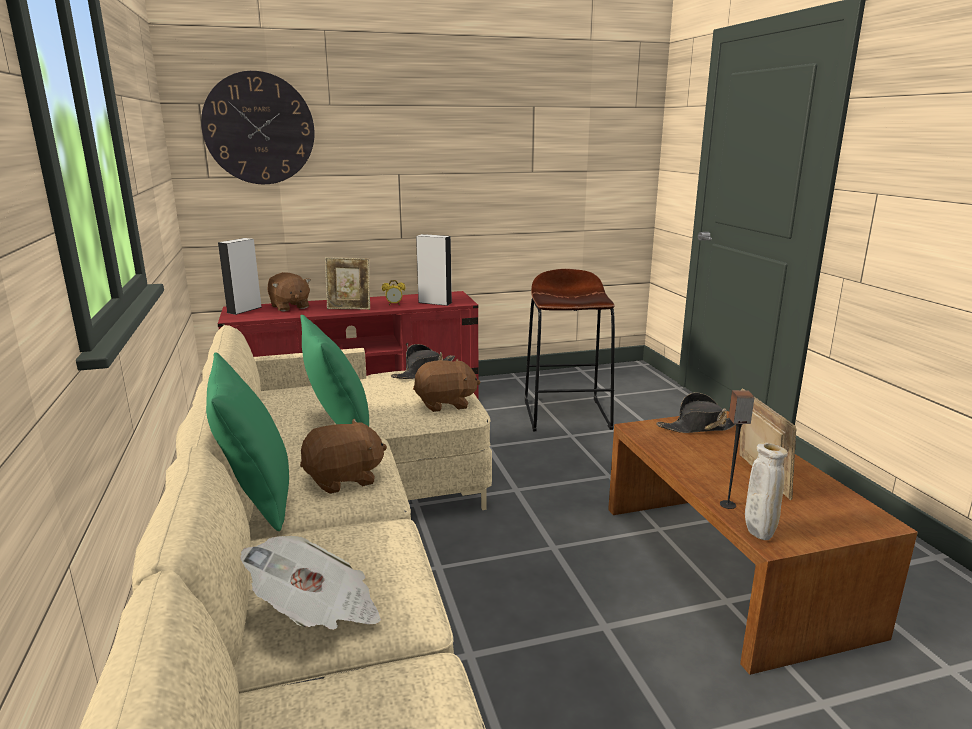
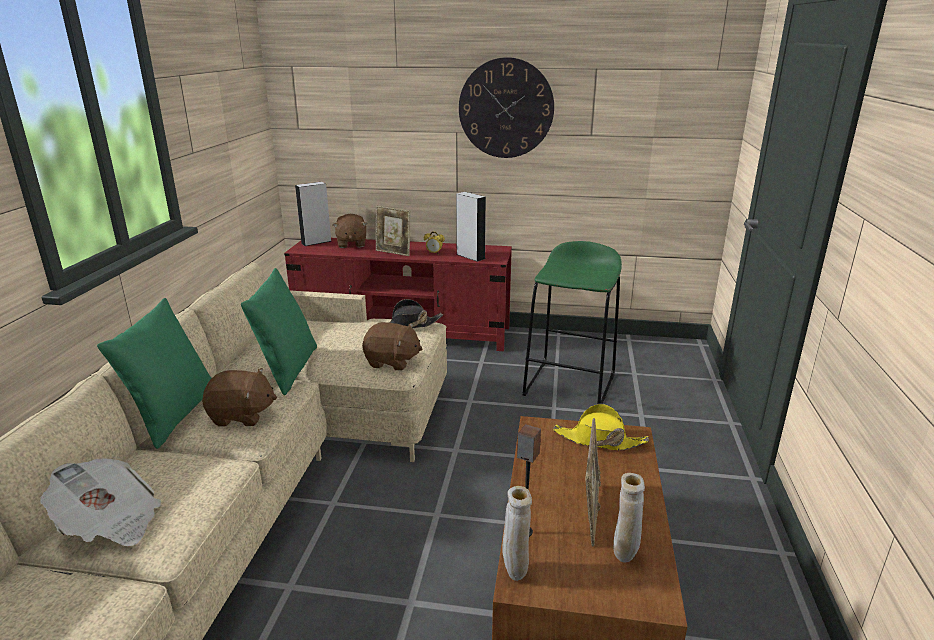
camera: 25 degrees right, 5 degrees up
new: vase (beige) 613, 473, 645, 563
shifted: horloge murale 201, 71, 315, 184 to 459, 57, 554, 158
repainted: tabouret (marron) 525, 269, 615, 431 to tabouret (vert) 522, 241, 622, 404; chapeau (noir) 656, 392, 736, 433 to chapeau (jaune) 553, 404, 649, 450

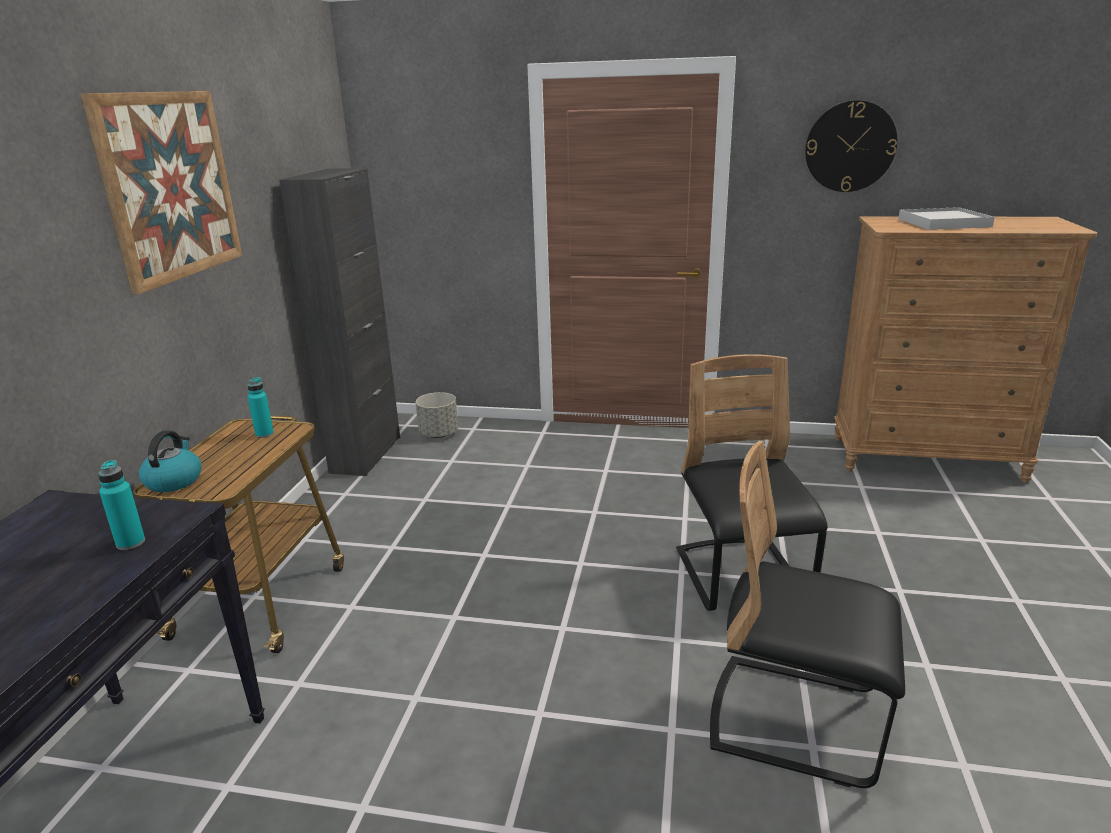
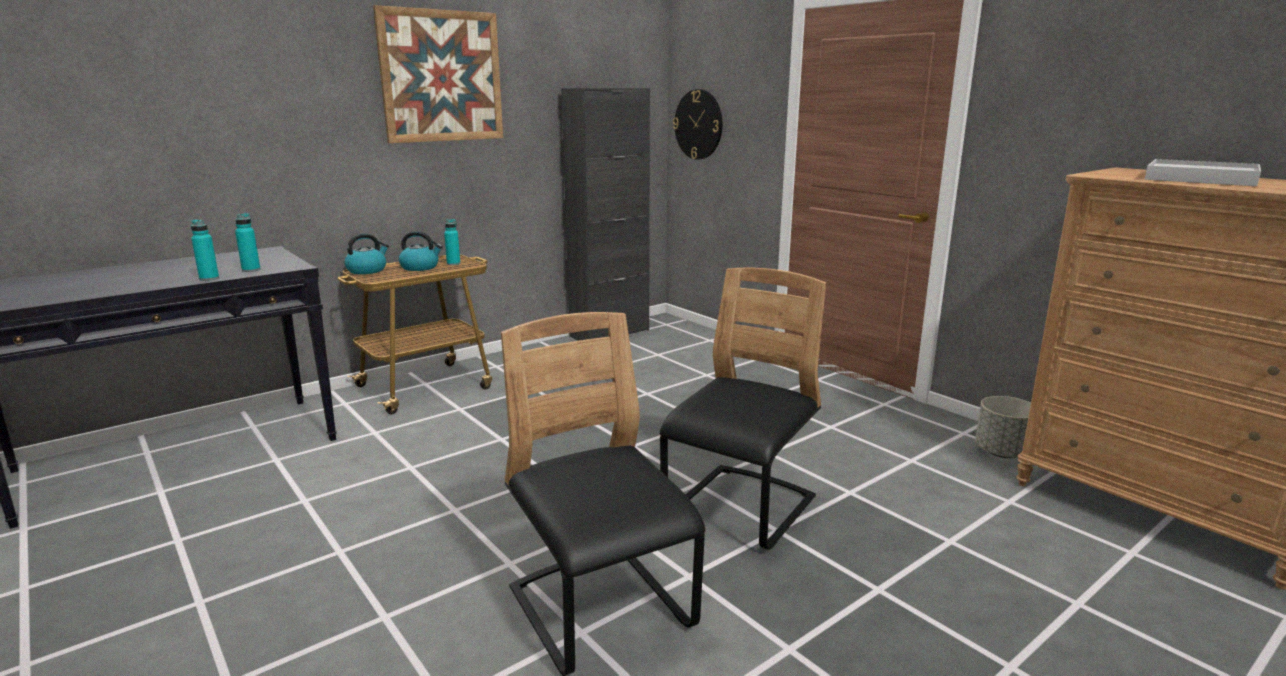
camera: 40 degrees right, 5 degrees down
new: bouteille (turquoise) 191, 220, 219, 281; bouilloire 399, 231, 443, 271
shifted: horloge murale 805, 100, 897, 192 to 673, 89, 722, 160; cache-pot (gris) 416, 392, 458, 438 to 975, 396, 1031, 458

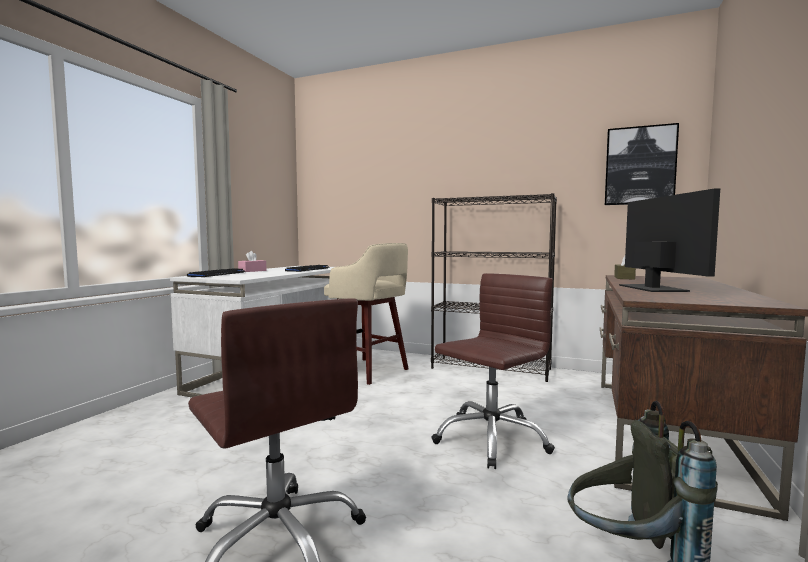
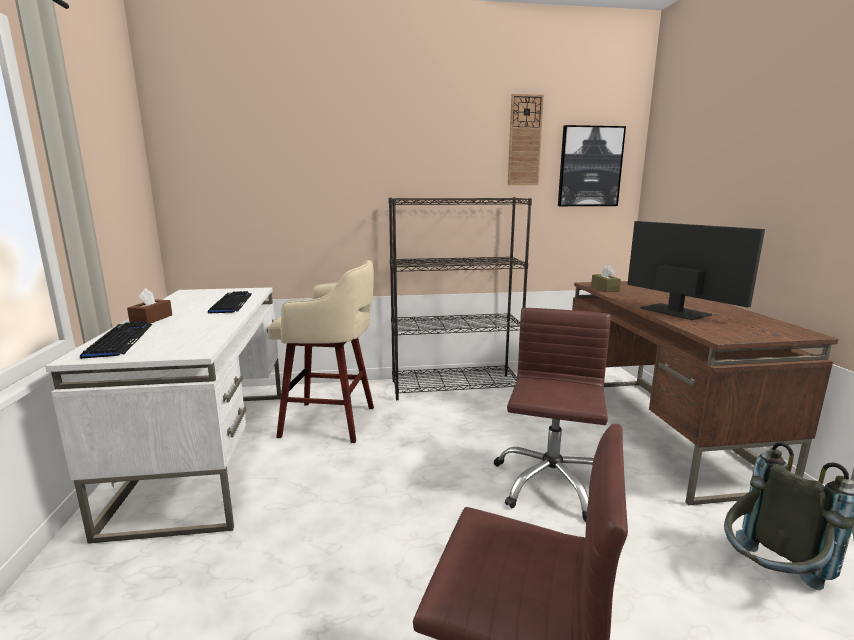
camera: 30 degrees left, 10 degrees up
new: horloge murale 508, 94, 544, 185
repainted: boîte à mouchoirs (rose) 238, 251, 267, 272 to boîte à mouchoirs (marron) 127, 288, 172, 324

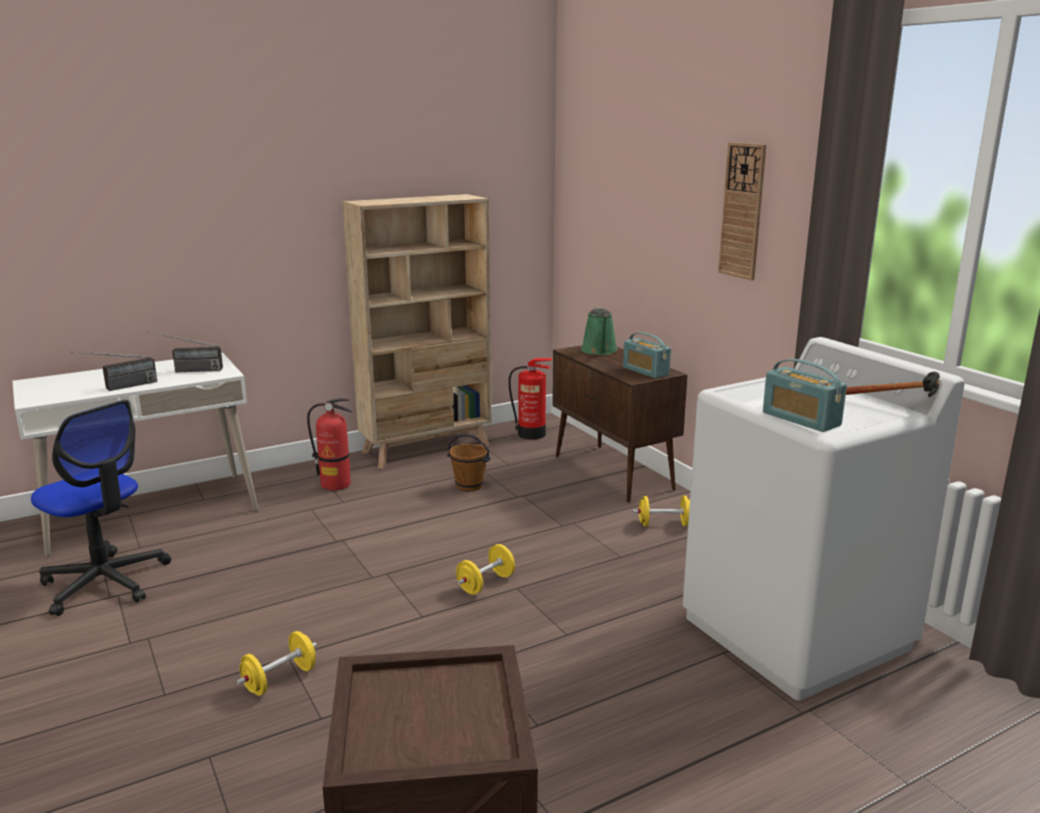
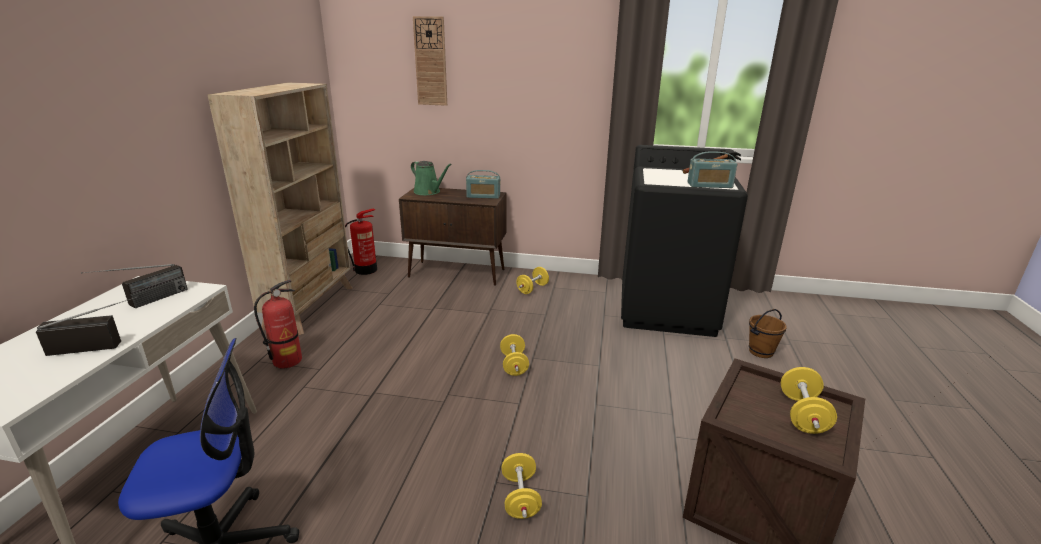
camera: 50 degrees left, 5 degrees up
new: haltère (jaune) 781, 367, 837, 434
shifted: horloge murale 718, 142, 766, 281 to 413, 16, 447, 106; seau (marron) 447, 434, 491, 491 to 749, 309, 787, 358
repainted: lave-linge (blanc) 683, 337, 965, 700 to lave-linge (noir) 621, 145, 748, 337
rotated: radio 71, 352, 157, 391 = 36, 296, 138, 356 105 degrees counterclockwise

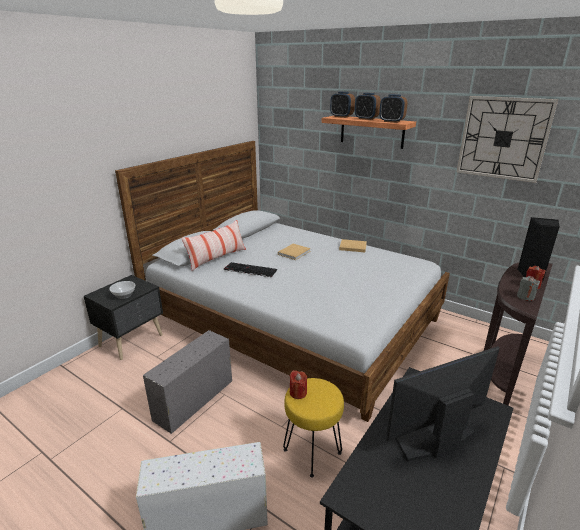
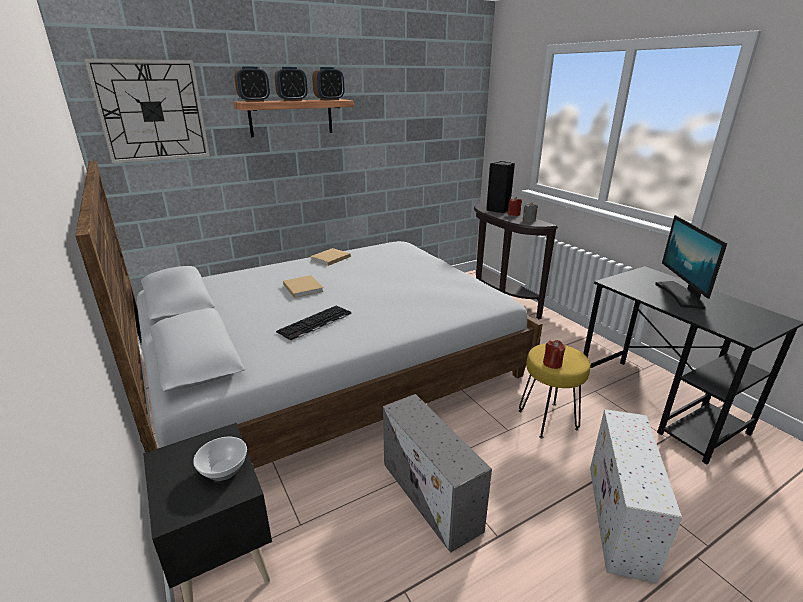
camera: 65 degrees left, 0 degrees up
gone: coussin 181, 220, 246, 271
shifted: horloge murale 457, 96, 558, 183 to 84, 59, 210, 164

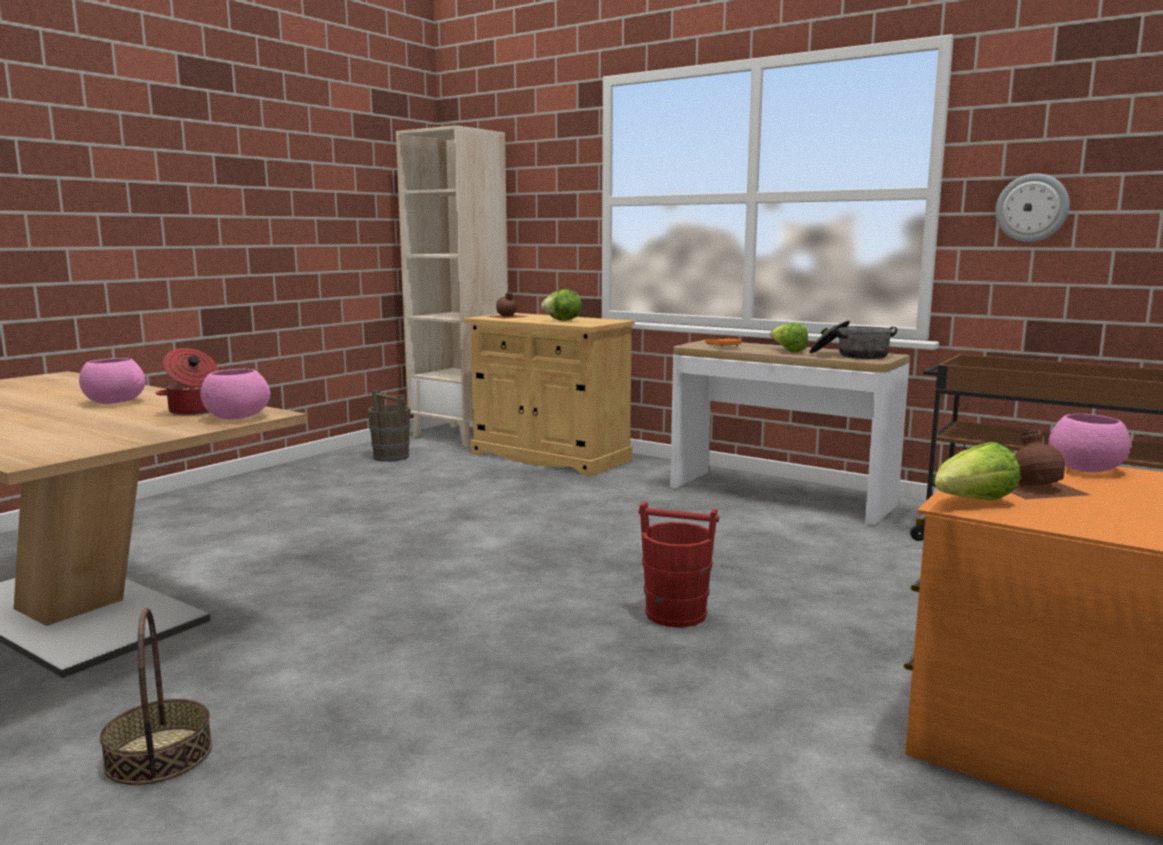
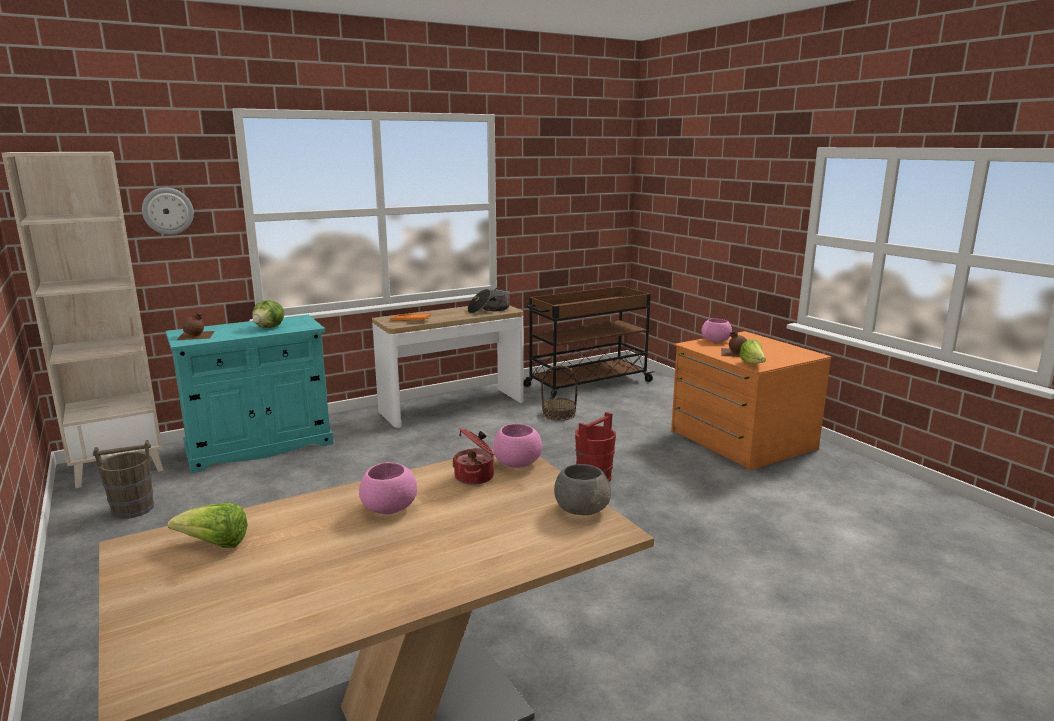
camera: 65 degrees left, 5 degrees up
new: bol (gris) 554, 464, 611, 515
shifted: horloge murale 995, 173, 1070, 242 to 142, 188, 194, 235; laitue 770, 322, 808, 352 to 168, 503, 248, 548; panier 100, 608, 212, 785 to 541, 365, 578, 421
repainted: meuble de rangement (beige) 464, 313, 635, 476 to meuble de rangement (turquoise) 166, 315, 334, 473

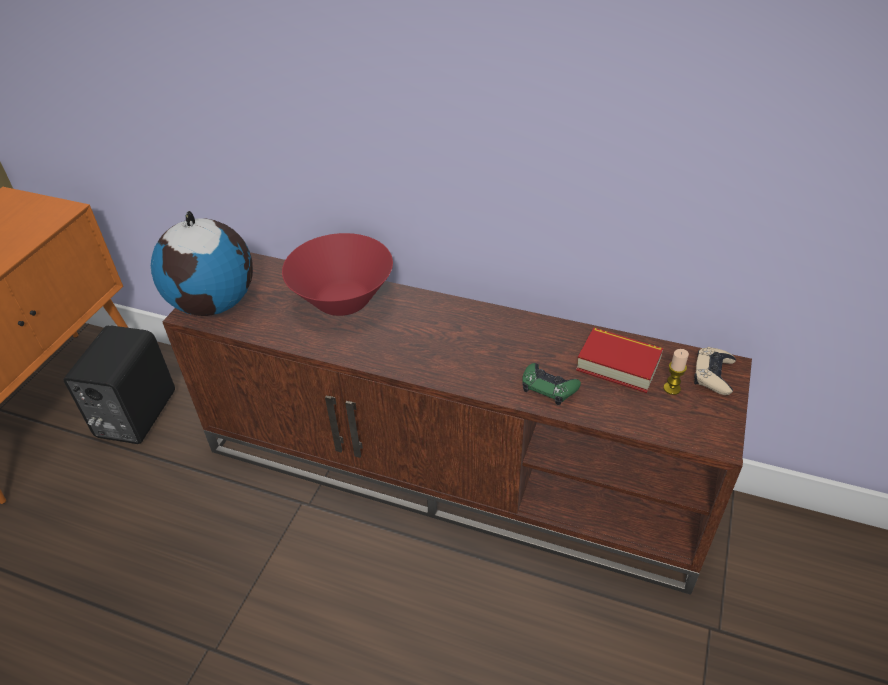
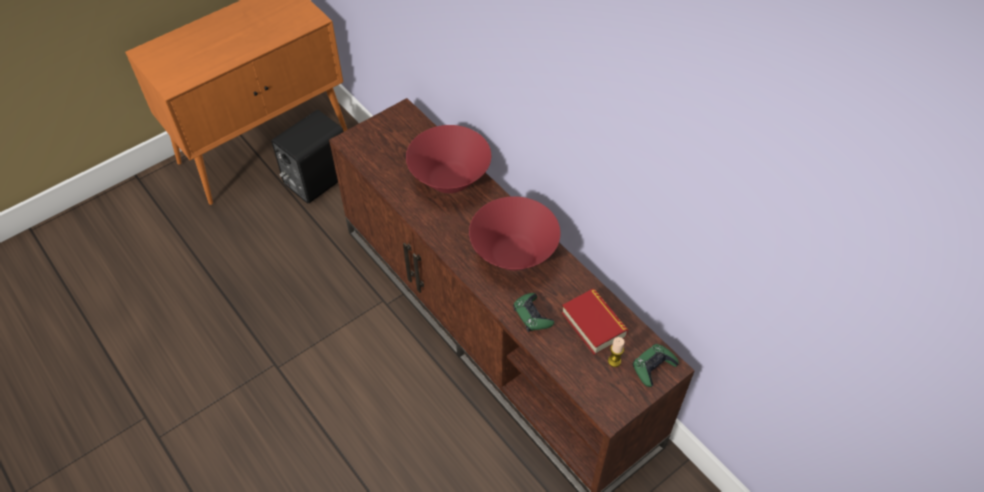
camera: 30 degrees right, 10 degrees up
gone: globe 151, 211, 253, 316
new: bol (rouge) 469, 196, 561, 271
repainted: manette (beige) 694, 347, 736, 395 to manette (vert) 633, 344, 679, 387

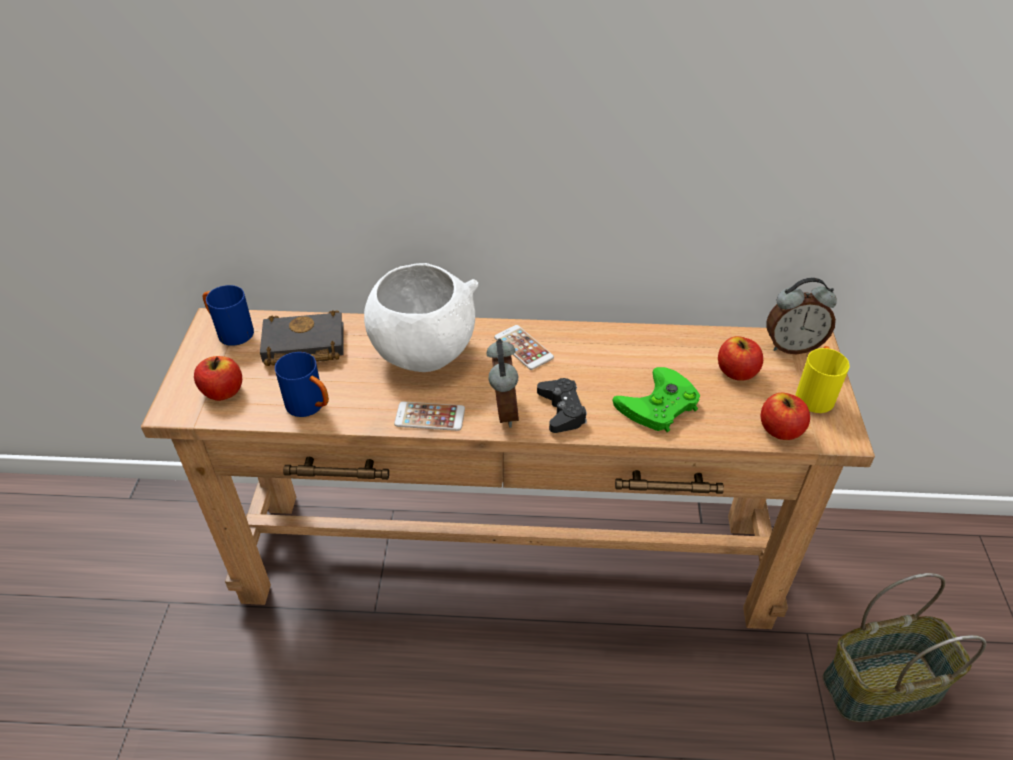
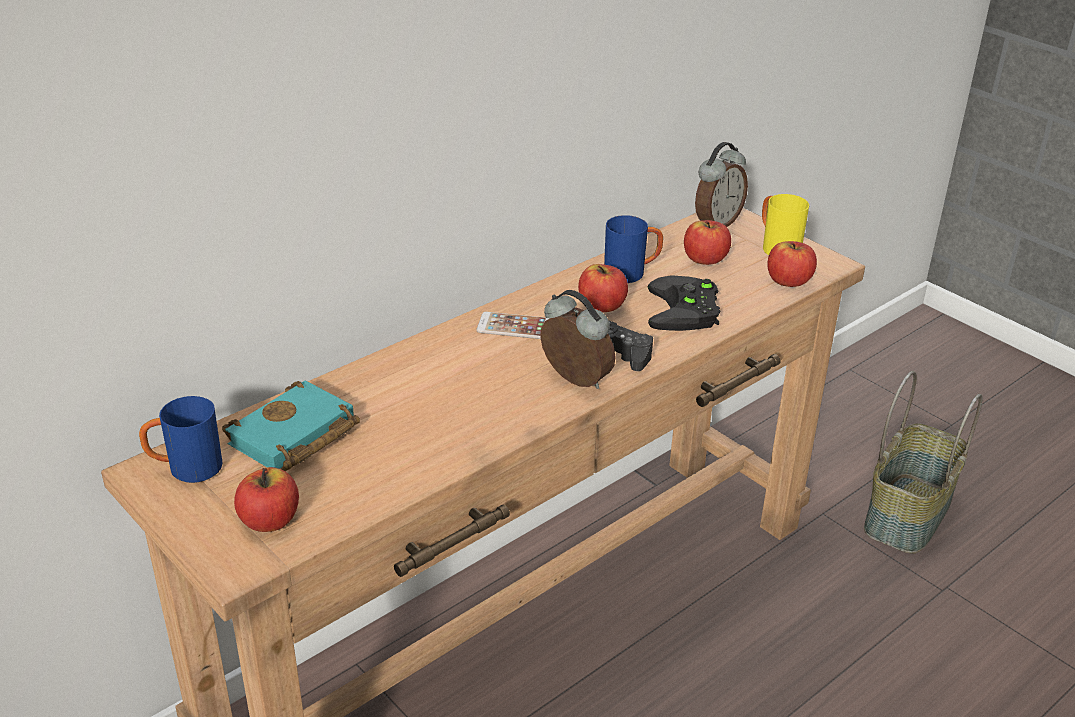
camera: 45 degrees left, 10 degrees down
gone: bol (blanc) 364, 263, 478, 372; téléphone 394, 402, 465, 431
new: pomme 578, 264, 628, 312
shifted: mug (bleu) 275, 352, 329, 417 to 604, 215, 663, 283
repainted: livre (noir) 260, 310, 344, 366 to livre (turquoise) 222, 380, 360, 471; manette (vert) 612, 367, 700, 432 to manette (noir) 648, 276, 721, 331

